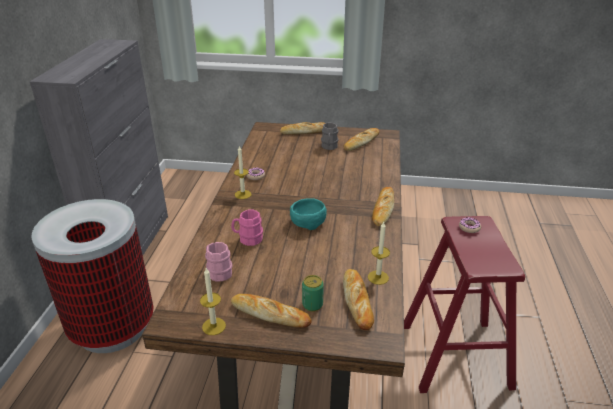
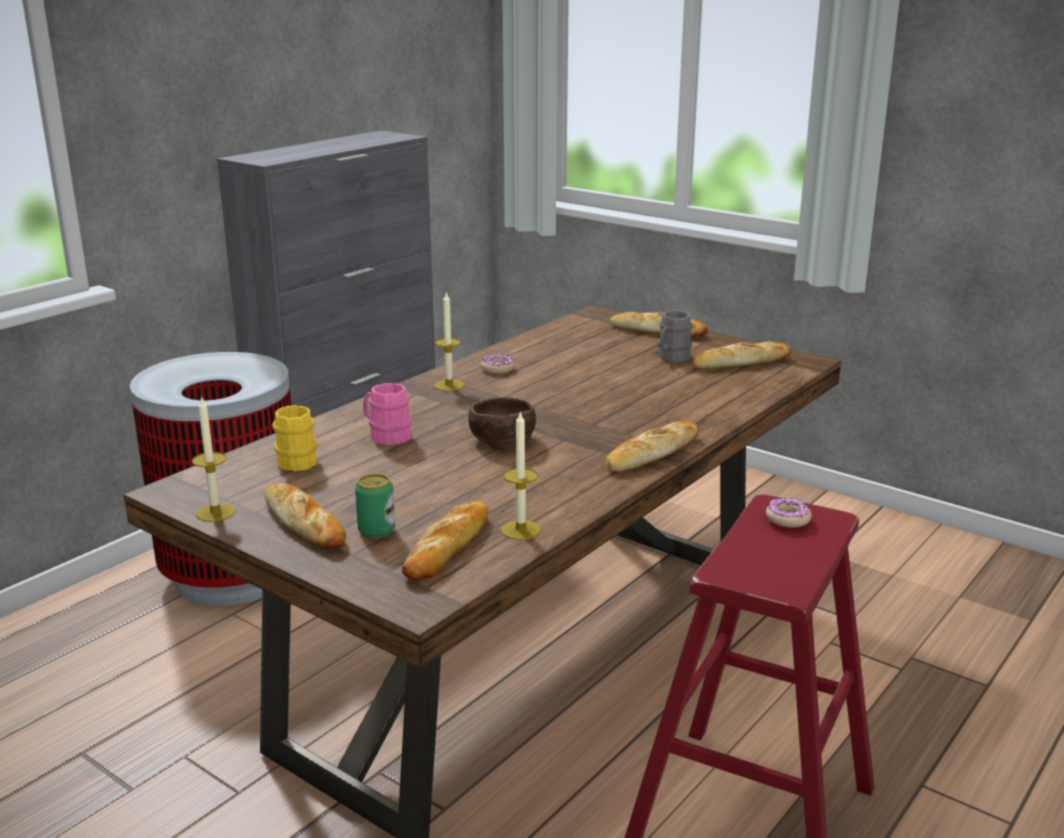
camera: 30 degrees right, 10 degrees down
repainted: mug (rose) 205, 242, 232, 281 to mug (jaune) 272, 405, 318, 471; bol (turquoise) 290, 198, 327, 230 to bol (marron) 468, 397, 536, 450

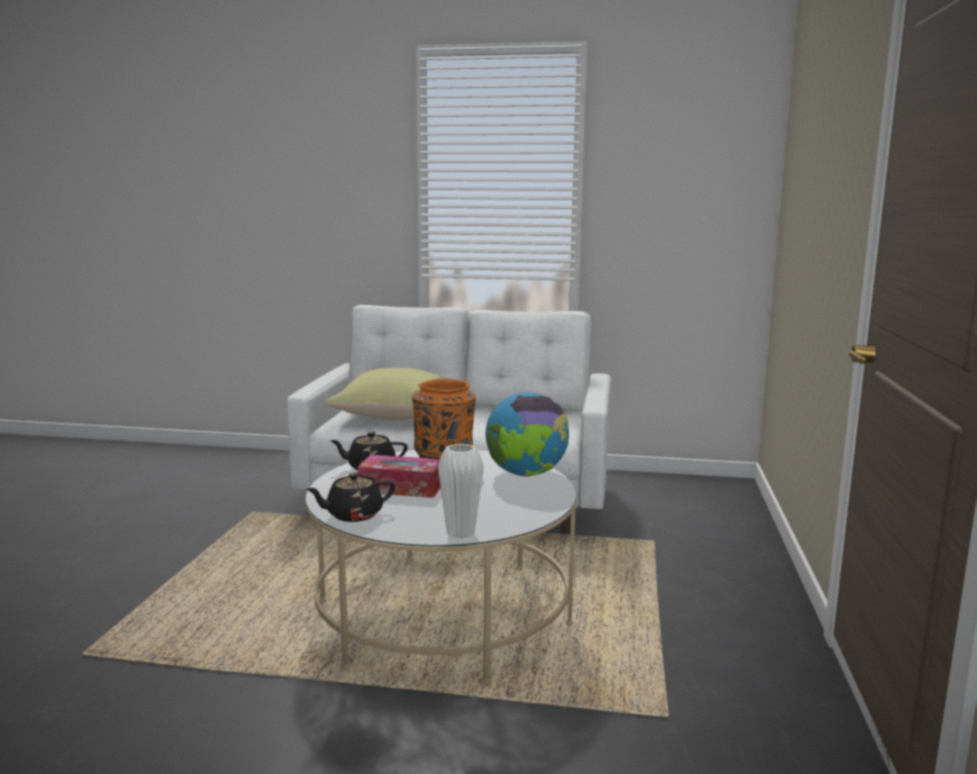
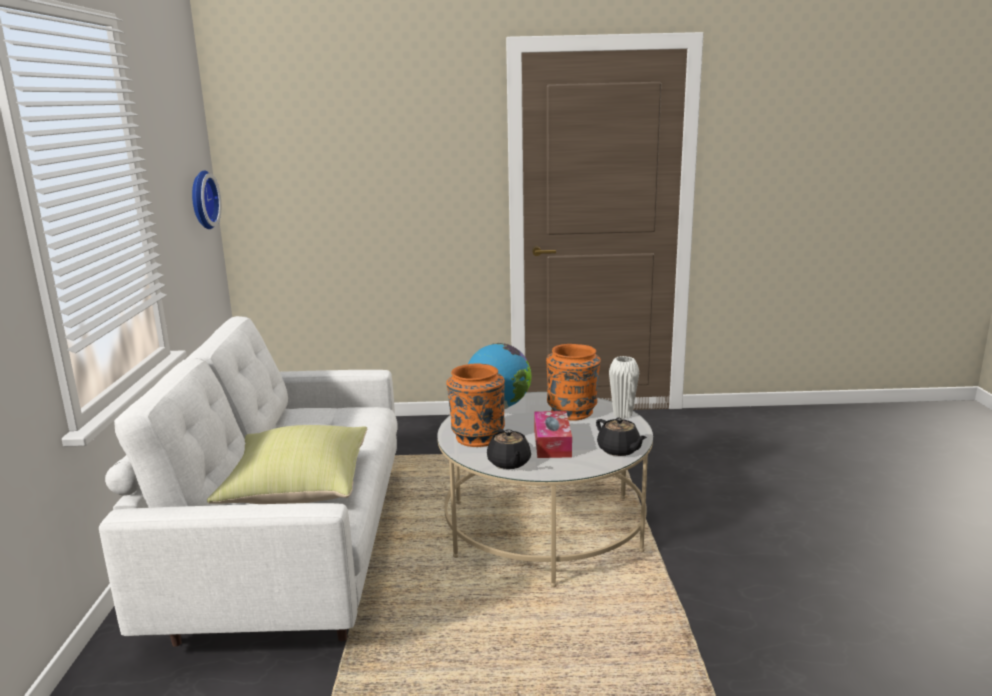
camera: 100 degrees left, 5 degrees up
new: horloge murale 192, 170, 221, 229; vase (orange) 546, 344, 601, 421

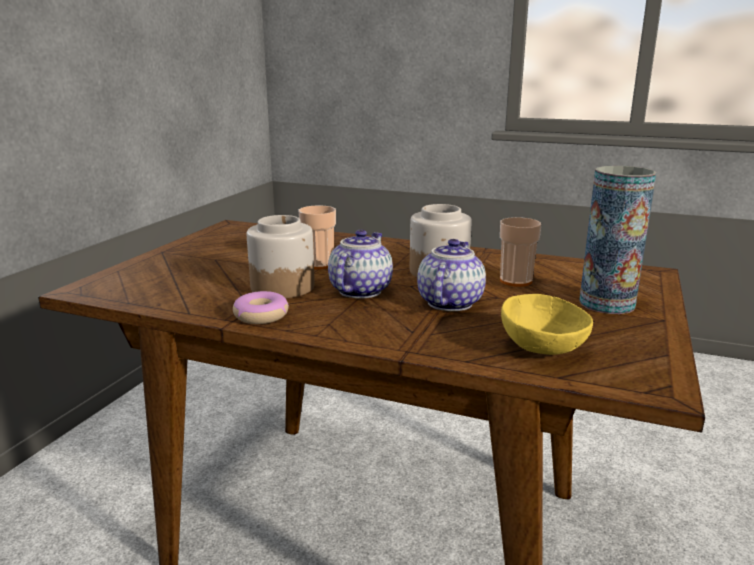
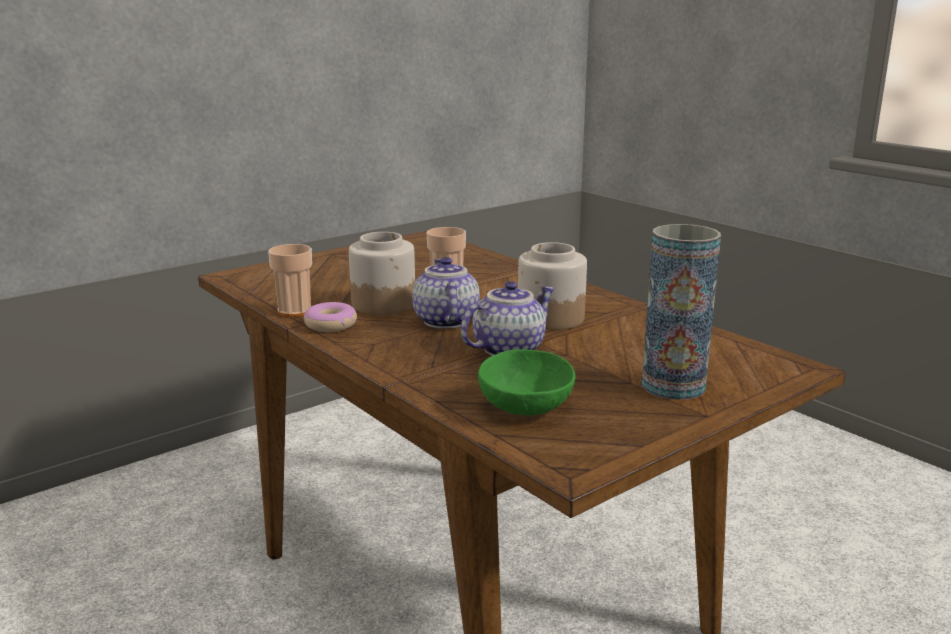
camera: 30 degrees right, 0 degrees up
shifted: tasse 500, 217, 542, 287 to 268, 244, 312, 317
repainted: bol (jaune) 501, 294, 593, 355 to bol (vert) 478, 349, 575, 416
rotated: théière 328, 230, 393, 299 = 412, 257, 480, 329 60 degrees counterclockwise

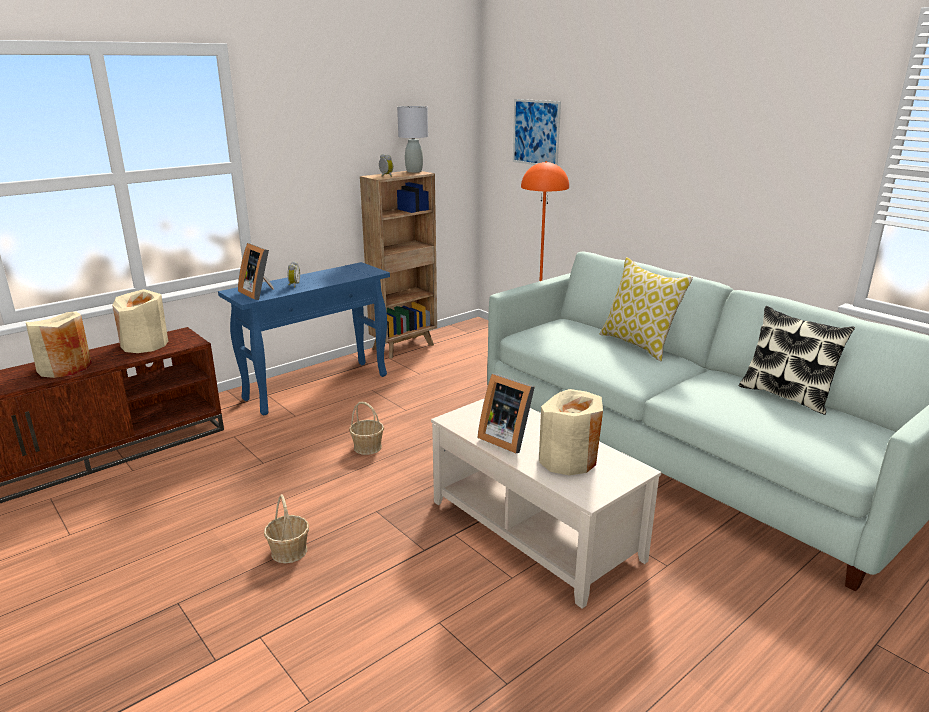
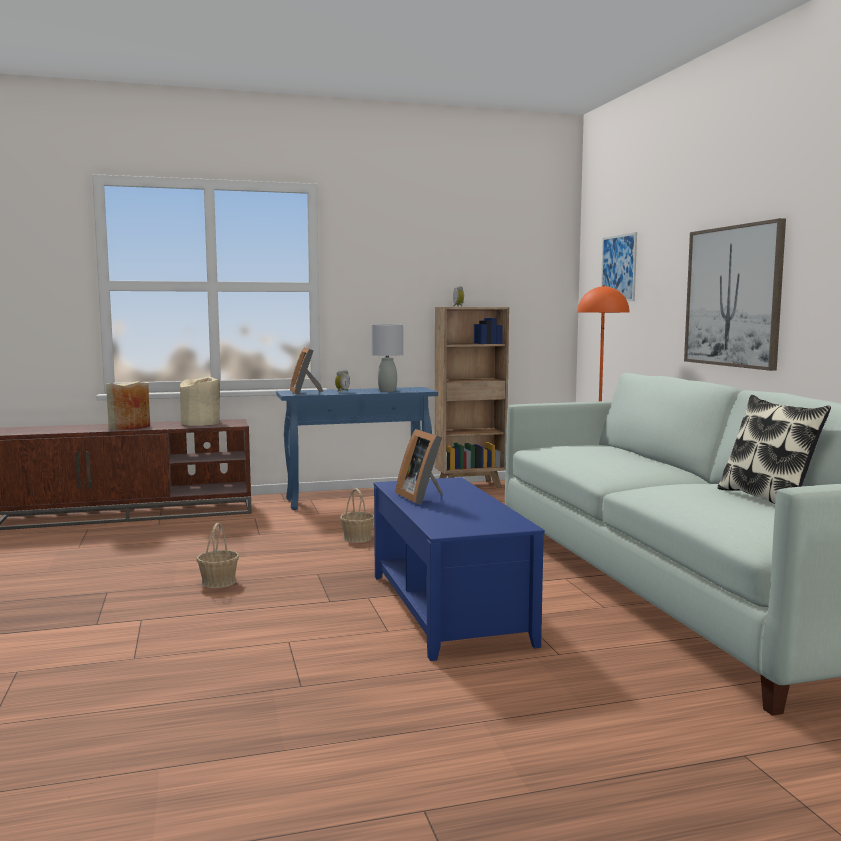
camera: 25 degrees right, 15 degrees down
gone: vase (beige) 539, 389, 603, 475; coussin 600, 257, 693, 361
new: tableau 684, 218, 786, 371
shifted: lampe de table (gris) 397, 106, 428, 173 to 371, 324, 403, 392
repainted: table basse (beige) 431, 398, 661, 609 to table basse (bleu) 374, 477, 545, 661

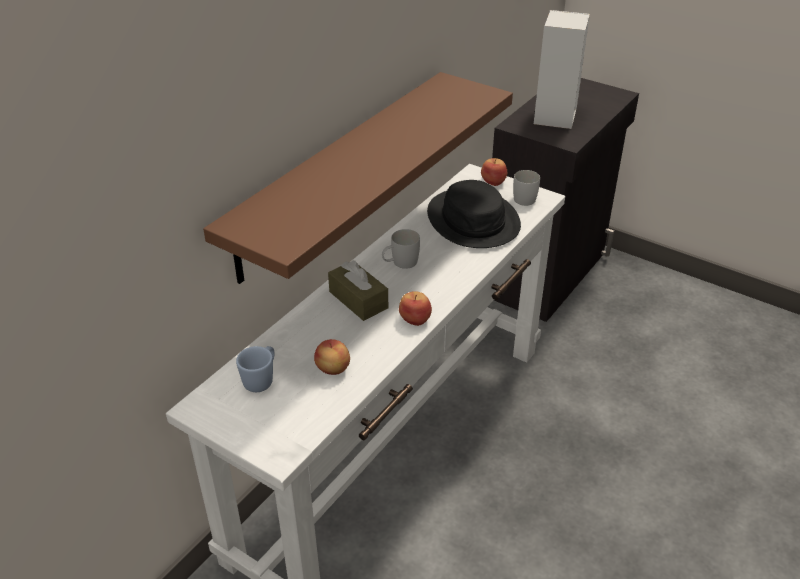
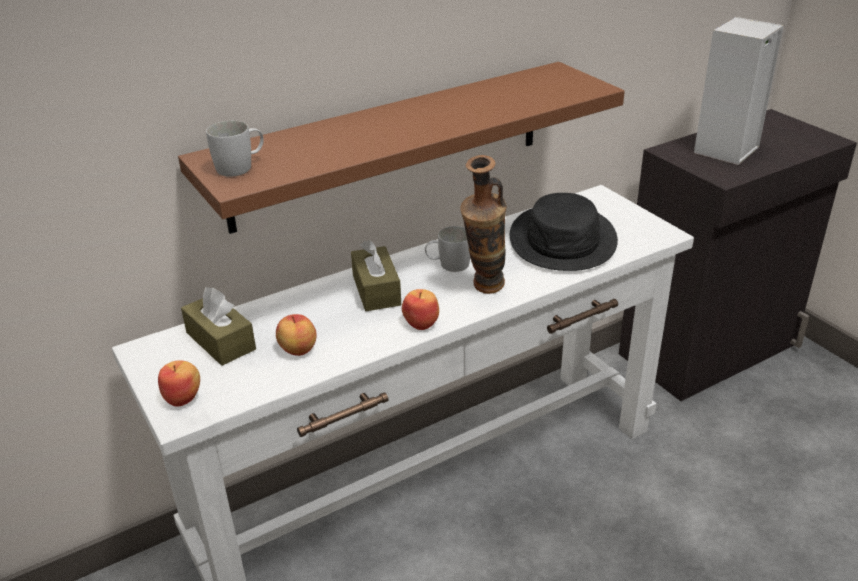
camera: 25 degrees right, 5 degrees down
new: vase 460, 155, 507, 294
shifted: pomme 481, 158, 507, 186 to 158, 360, 200, 407; mug (blanc) 513, 170, 540, 206 to 206, 121, 264, 177
swapped: mug (bleu) 236, 346, 275, 392 to boîte à mouchoirs (marron) 181, 287, 256, 365

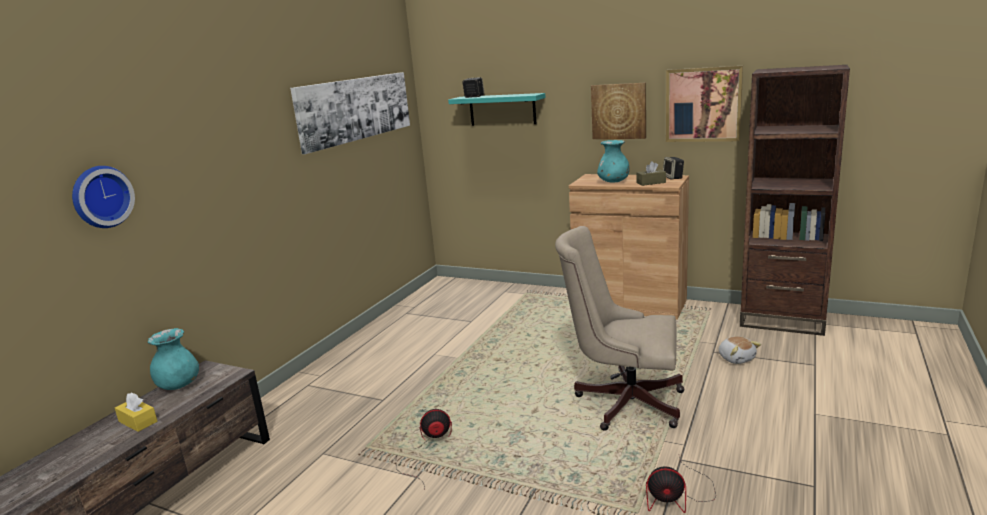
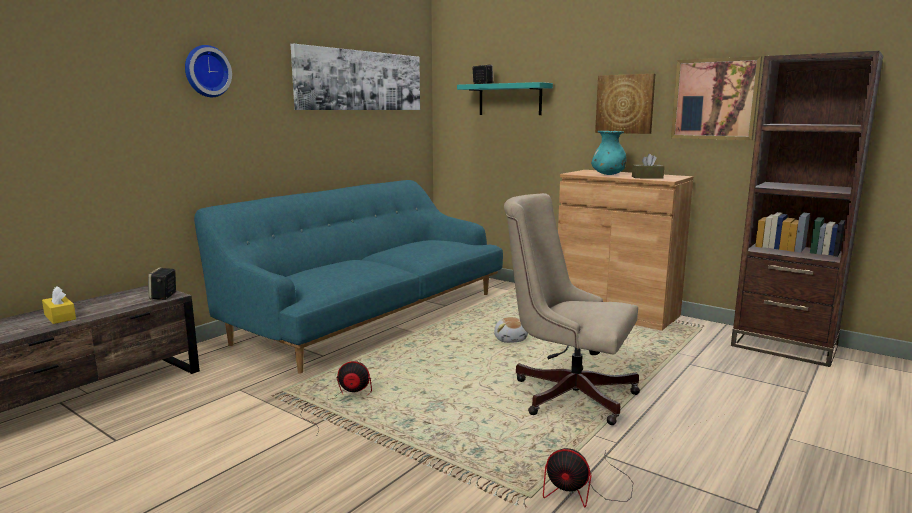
camera: 10 degrees right, 5 degrees down
gone: vase (turquoise) 148, 328, 199, 390
new: canapé (turquoise) 194, 180, 503, 373
shifted: enceinte 663, 157, 684, 180 to 148, 267, 176, 300; horloge murale 72, 166, 135, 228 to 185, 45, 232, 97; peluche 719, 336, 761, 364 to 494, 317, 528, 343

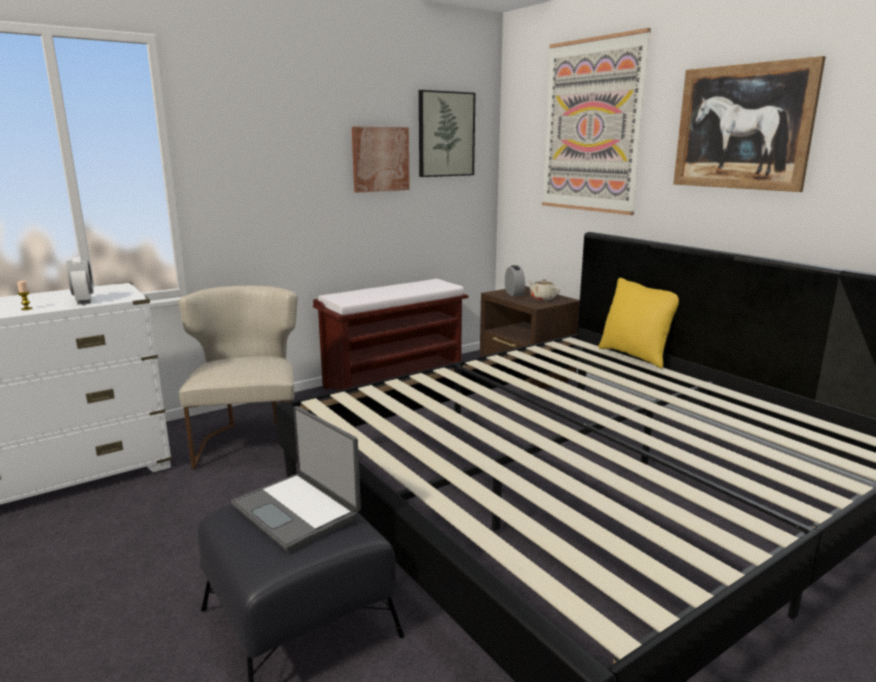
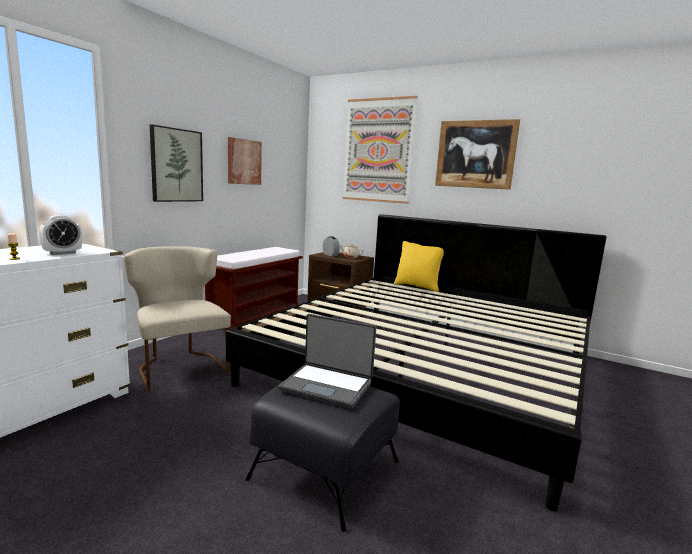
camera: 25 degrees left, 5 degrees down
shifted: tableau 419, 90, 476, 177 to 150, 124, 203, 202
rotated: réveil 66, 257, 93, 305 = 39, 215, 82, 255 90 degrees clockwise

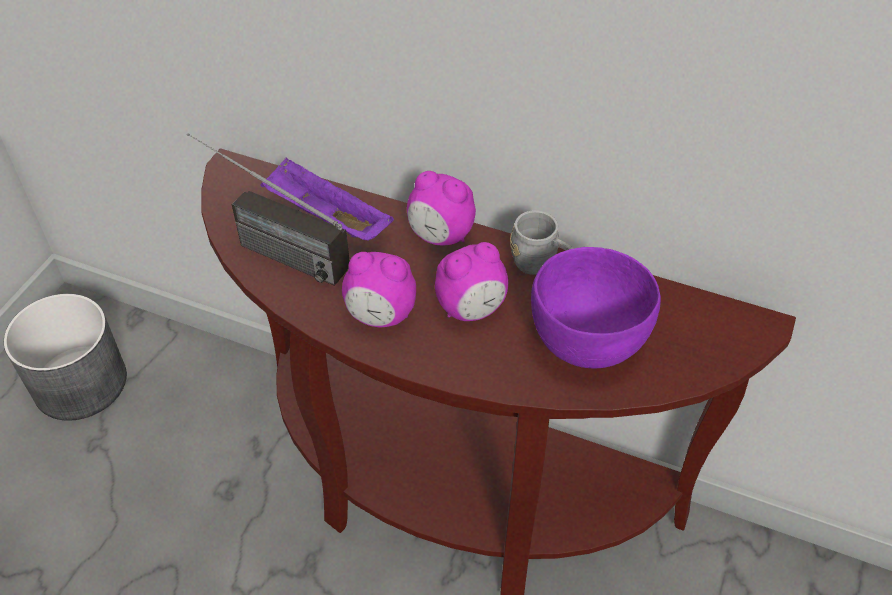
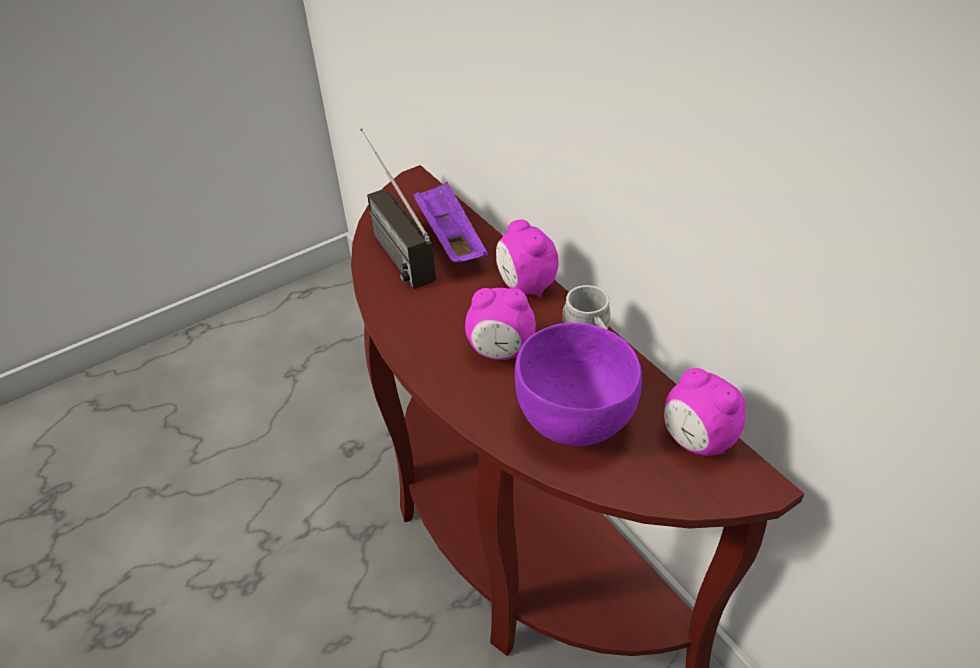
camera: 35 degrees right, 5 degrees down
gone: cache-pot (gris) 4, 294, 127, 421
shifted: réveil 342, 252, 416, 327 to 664, 368, 746, 456

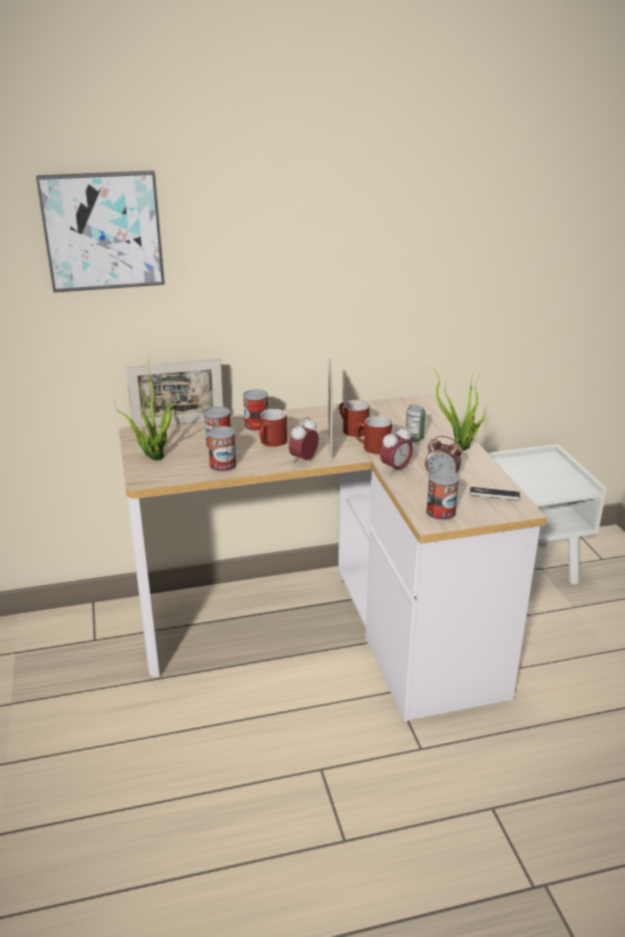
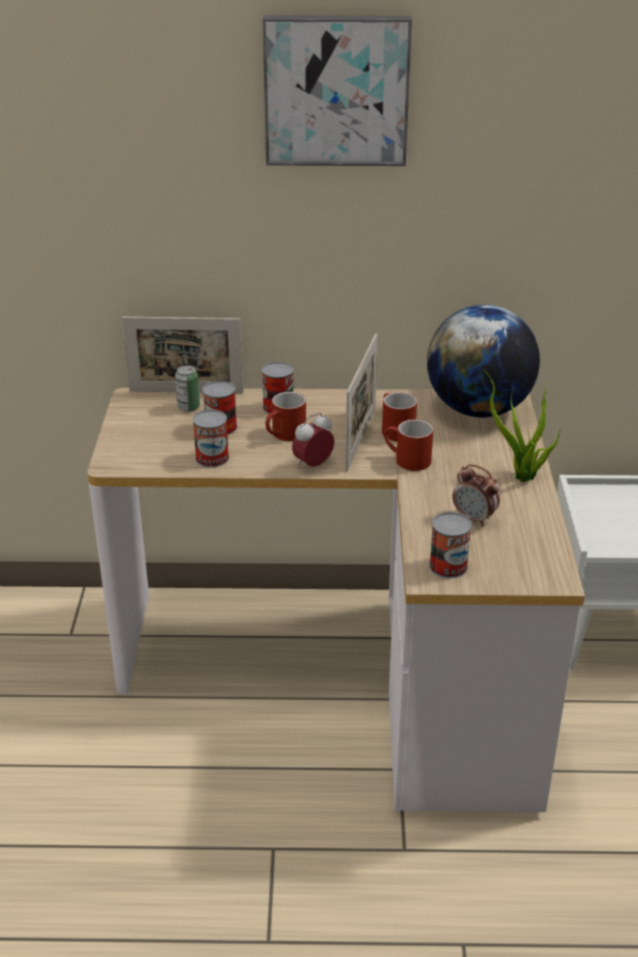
camera: 15 degrees right, 5 degrees up
gone: plante en pot 114, 356, 179, 460; réveil 380, 425, 413, 475; téléphone 469, 487, 521, 499
new: globe 427, 305, 540, 417
shifted: boîte métallique 406, 404, 425, 442 to 175, 365, 200, 412; tableau 36, 170, 165, 293 to 263, 15, 412, 166

